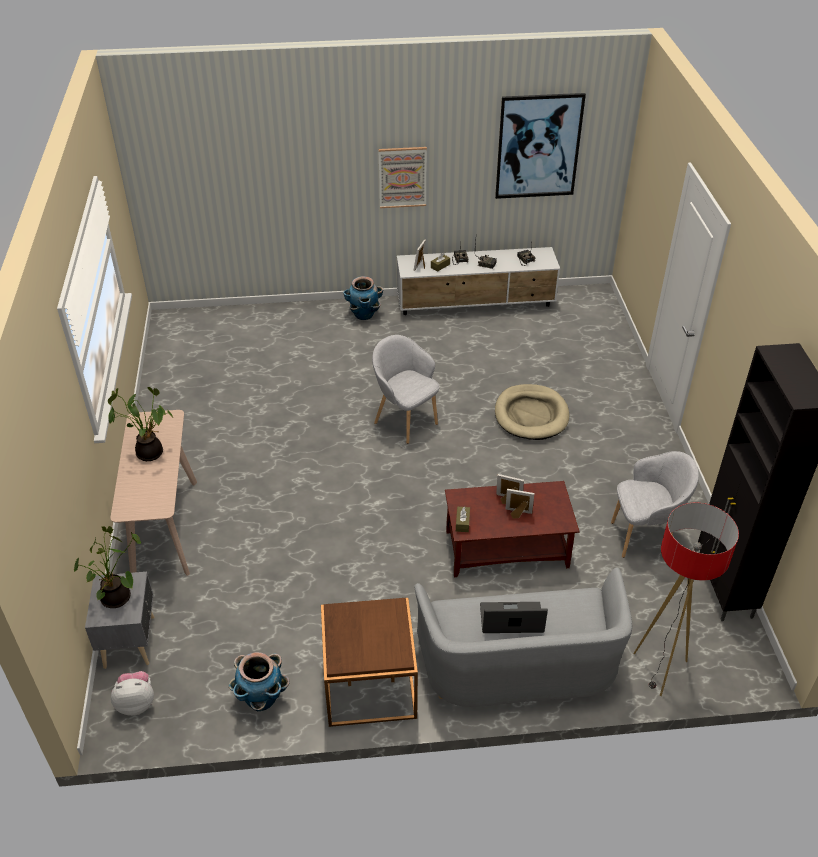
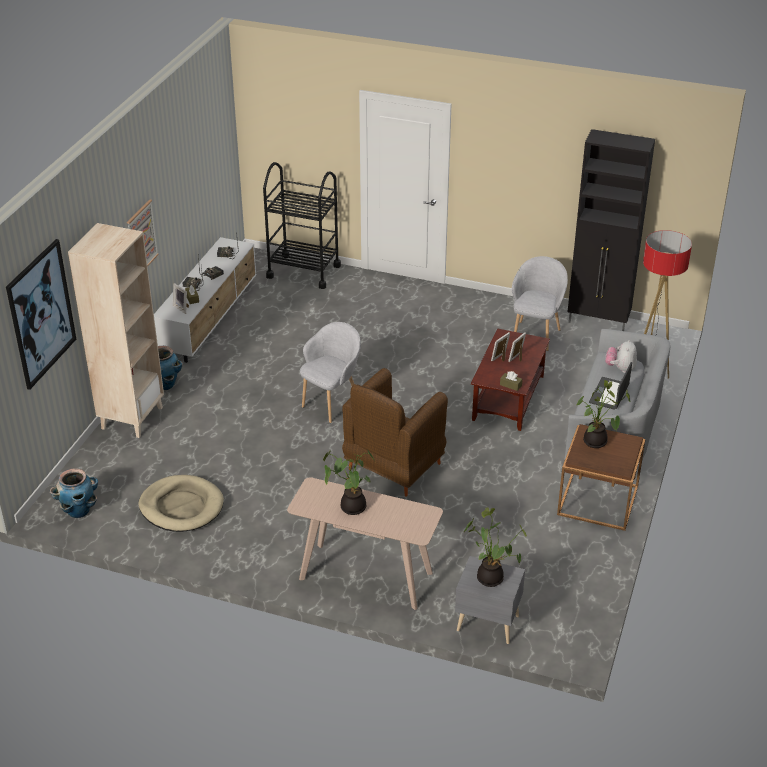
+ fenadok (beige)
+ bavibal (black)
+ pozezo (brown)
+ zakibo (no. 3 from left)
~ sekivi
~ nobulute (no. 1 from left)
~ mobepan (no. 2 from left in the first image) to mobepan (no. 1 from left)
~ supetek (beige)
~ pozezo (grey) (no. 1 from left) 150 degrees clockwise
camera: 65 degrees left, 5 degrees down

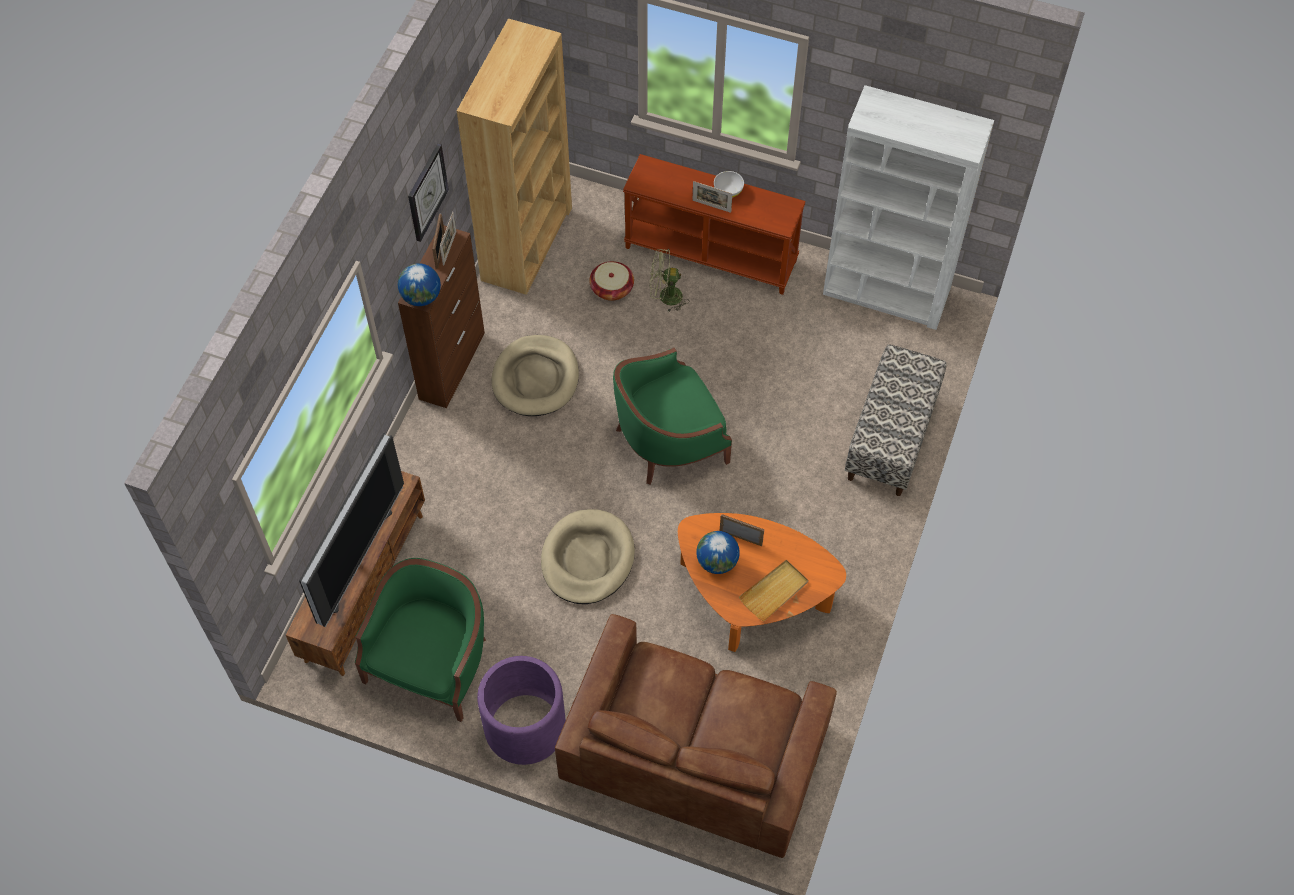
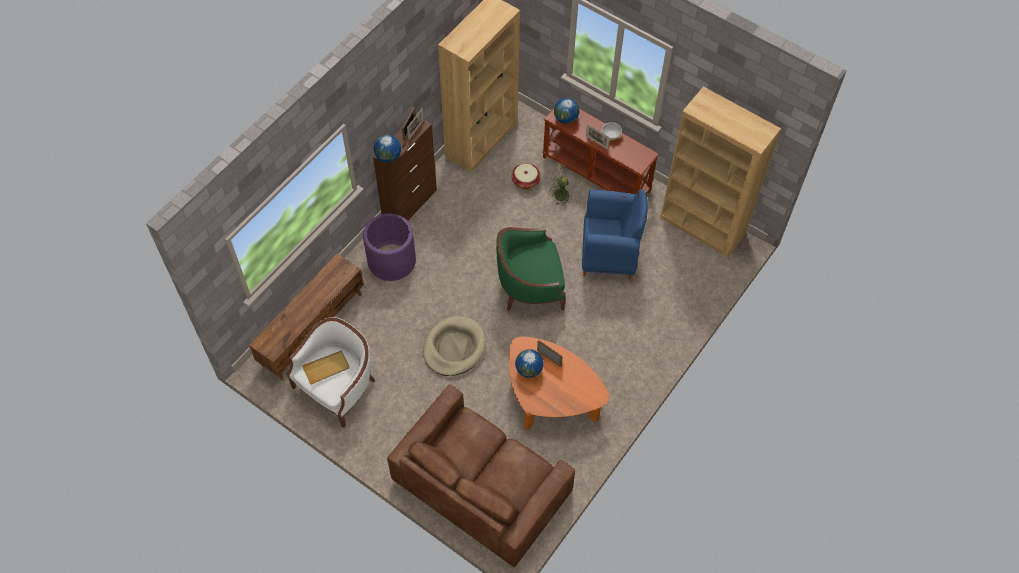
- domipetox
- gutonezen
- supetek (beige) (no. 1 from left)
- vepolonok
+ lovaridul (no. 3 from left)
+ pozezo (blue)
~ nobulute (purple)
~ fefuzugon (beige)
~ pozezo (green) (no. 1 from left) to pozezo (white)
~ fenadok (white) to fenadok (brown) (no. 2 from left)
camera: 15 degrees right, 0 degrees up

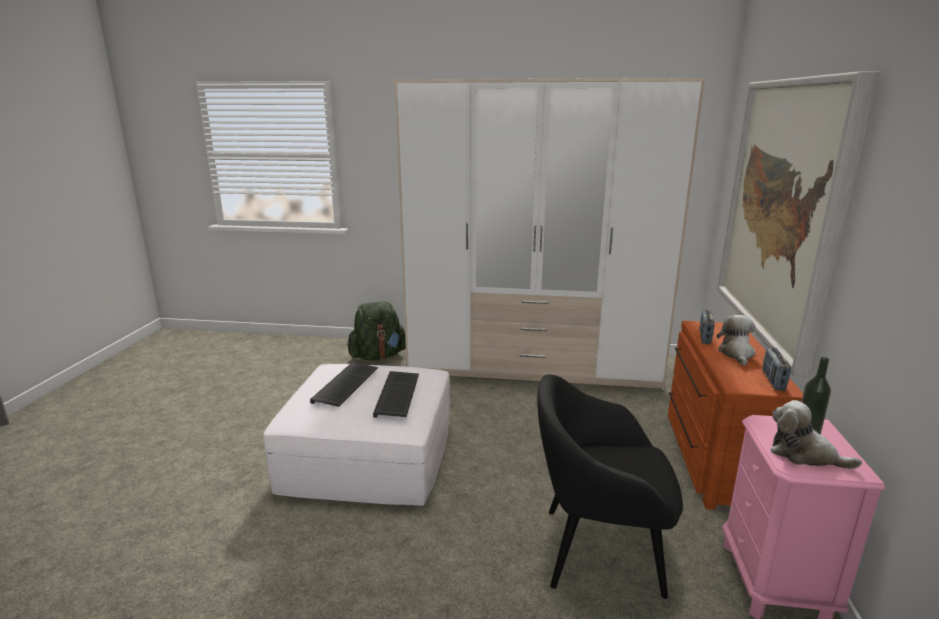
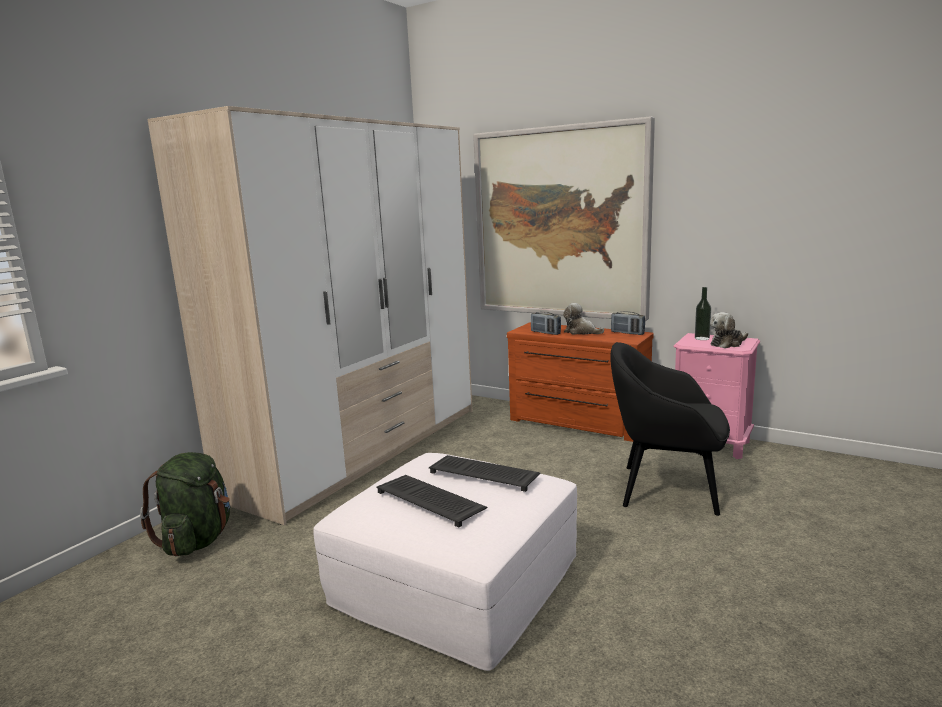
~ pozezo (black) 75 degrees clockwise
camera: 65 degrees left, 5 degrees down

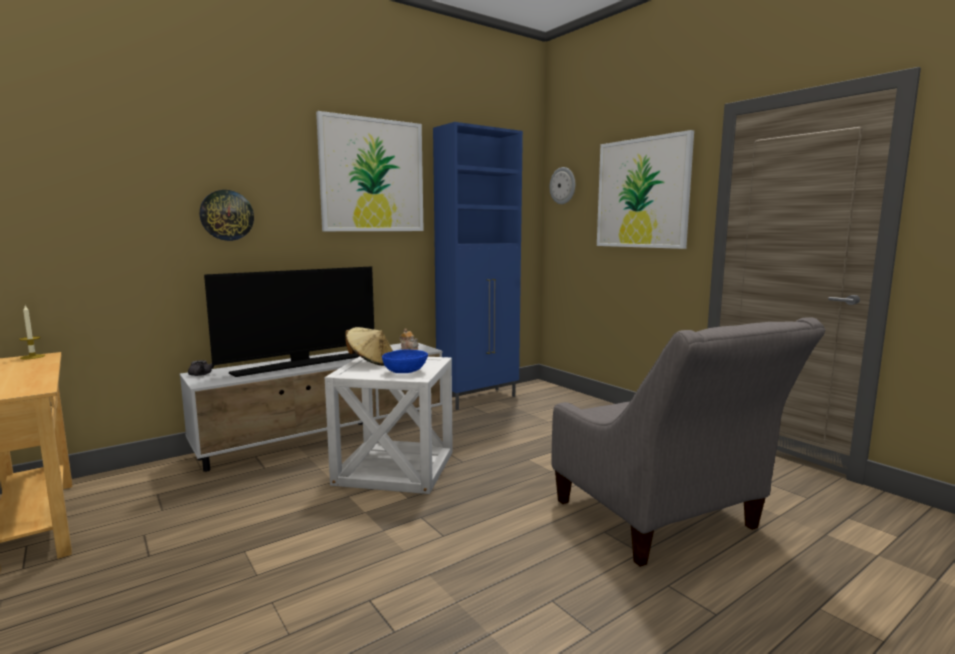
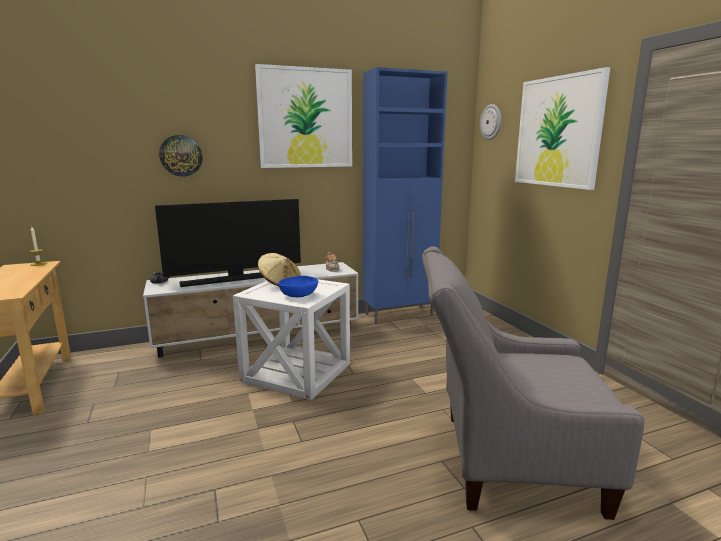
~ pozezo (grey) 105 degrees clockwise
camera: 15 degrees right, 5 degrees up

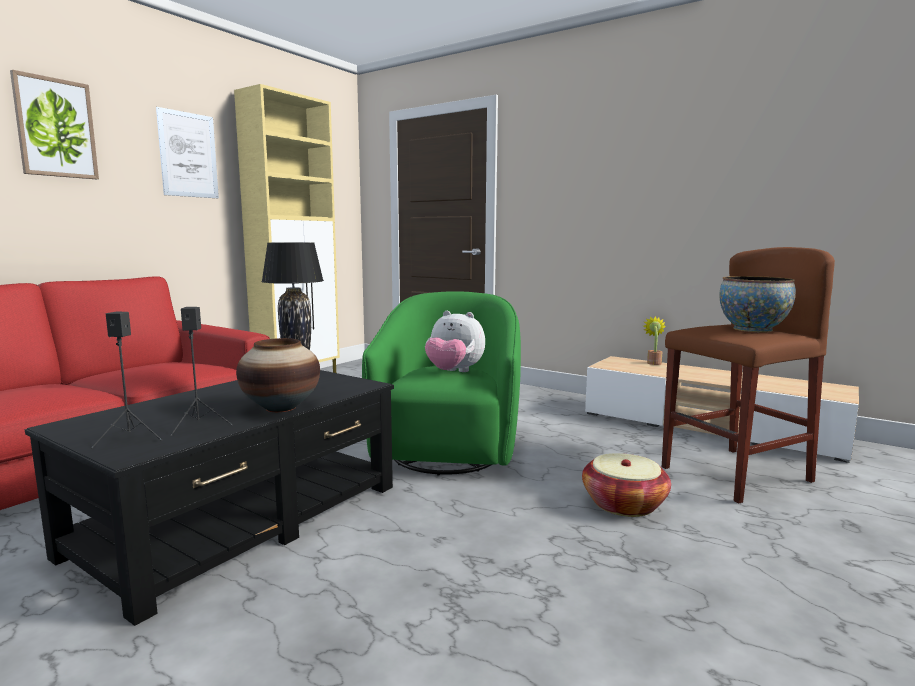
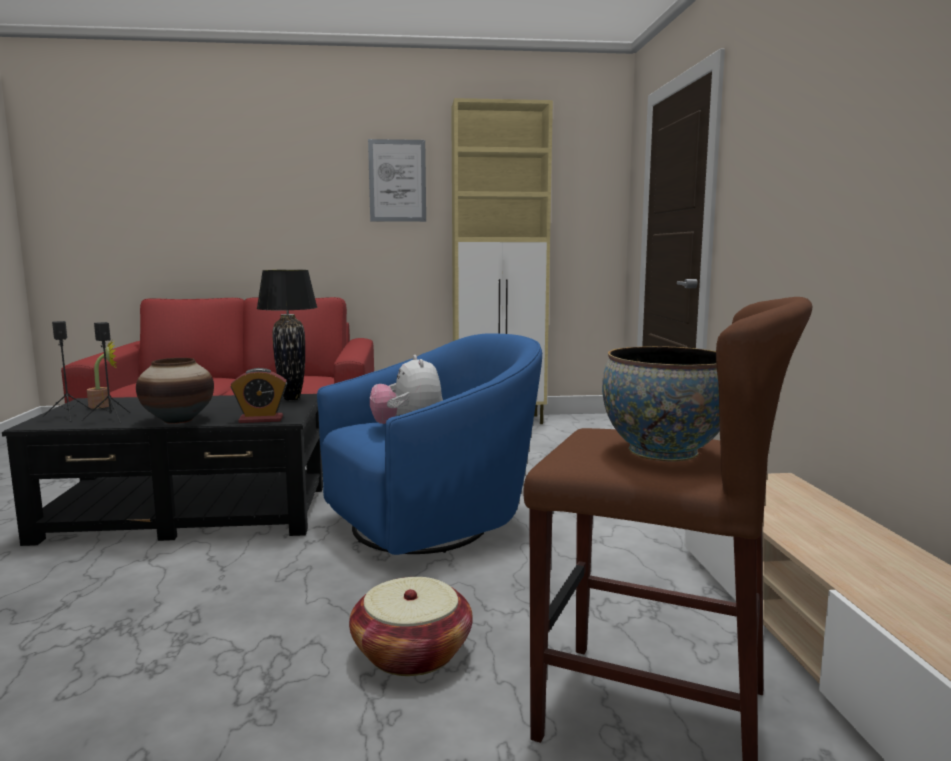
- mobepan (no. 1 from left)
+ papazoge
~ zakibo
~ pozezo (green) to pozezo (blue)
camera: 50 degrees right, 0 degrees up

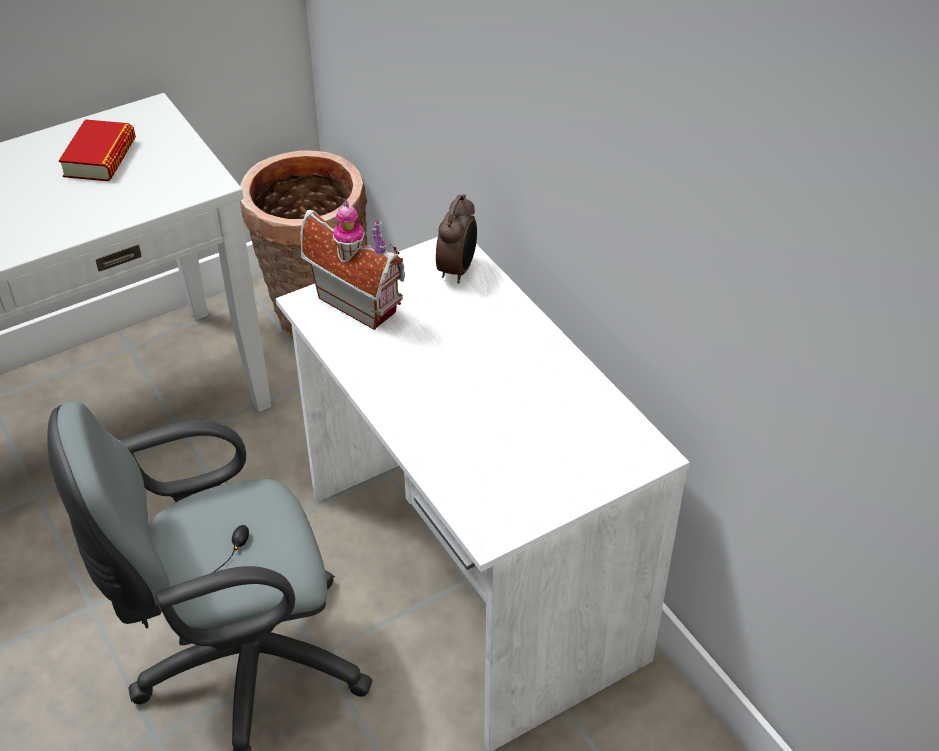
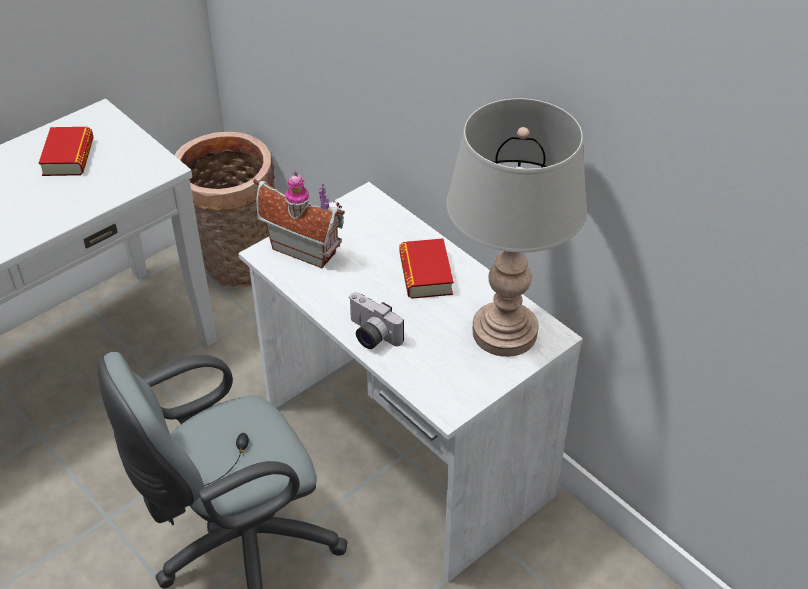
- papazoge
+ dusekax
+ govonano (no. 2 from left)
+ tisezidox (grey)
camera: 10 degrees left, 0 degrees up

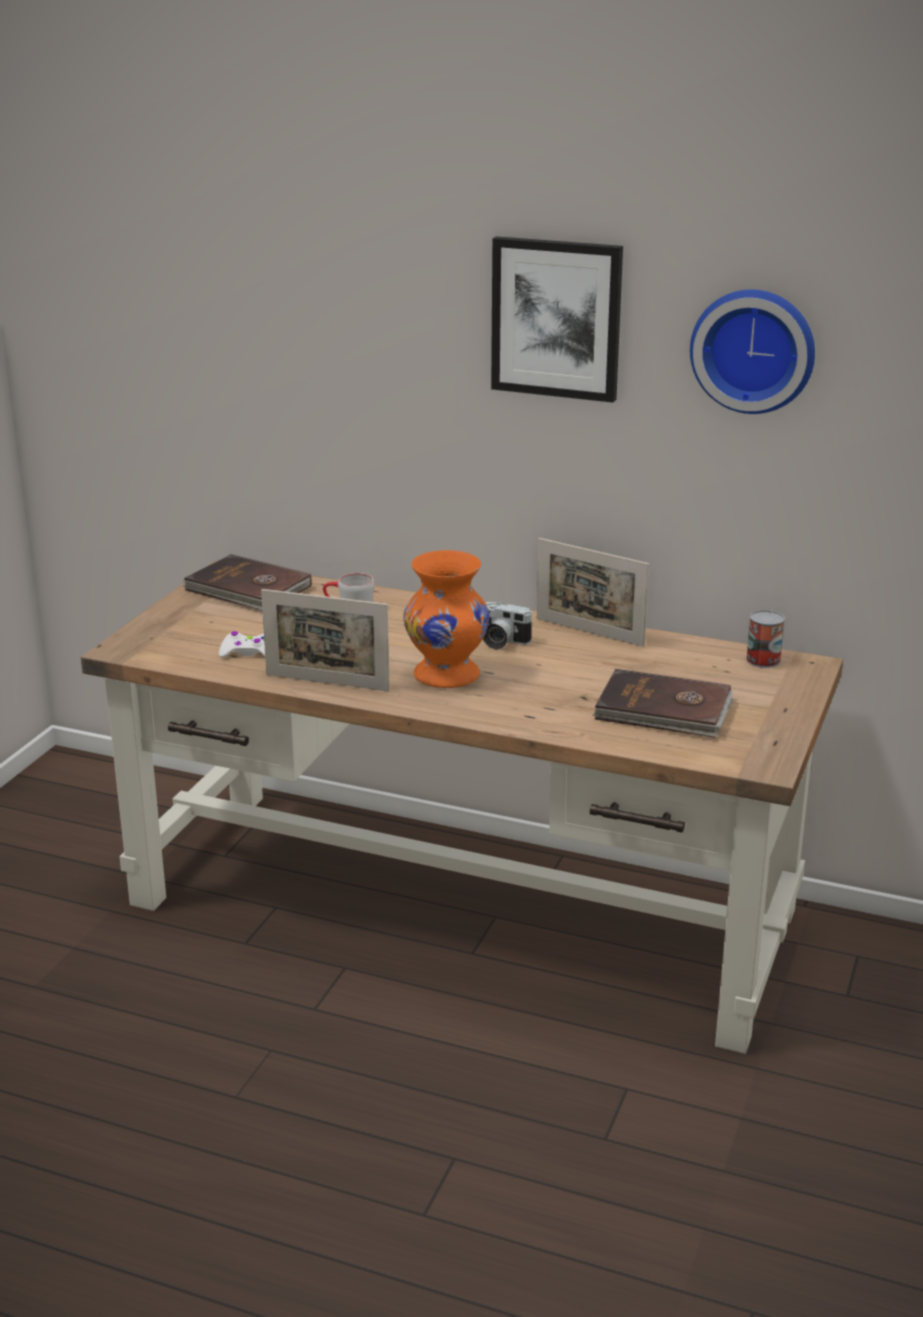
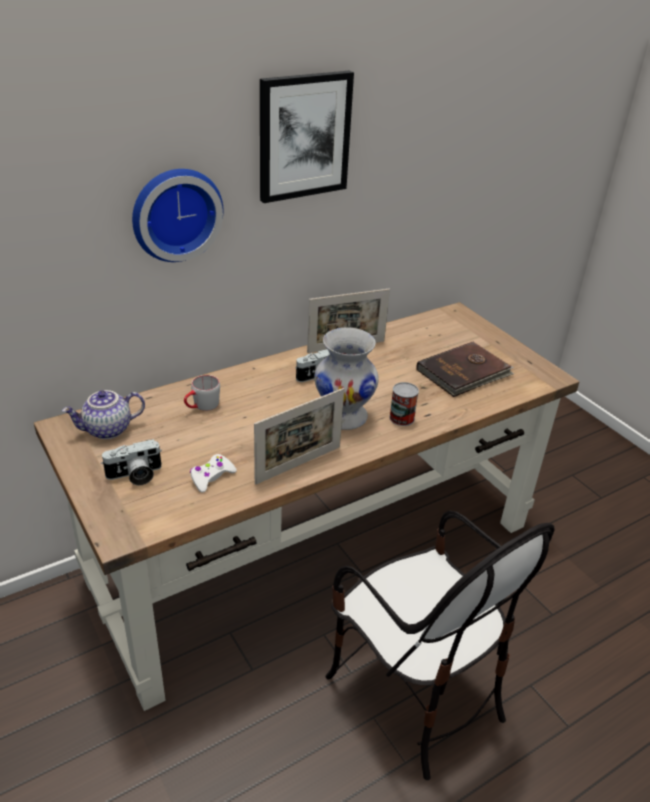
+ dusekax (no. 1 from left)
+ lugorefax
~ gutonezen
~ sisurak
~ govonano (brown) (no. 1 from left) to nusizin
~ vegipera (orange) to vegipera (white)
camera: 55 degrees left, 10 degrees up

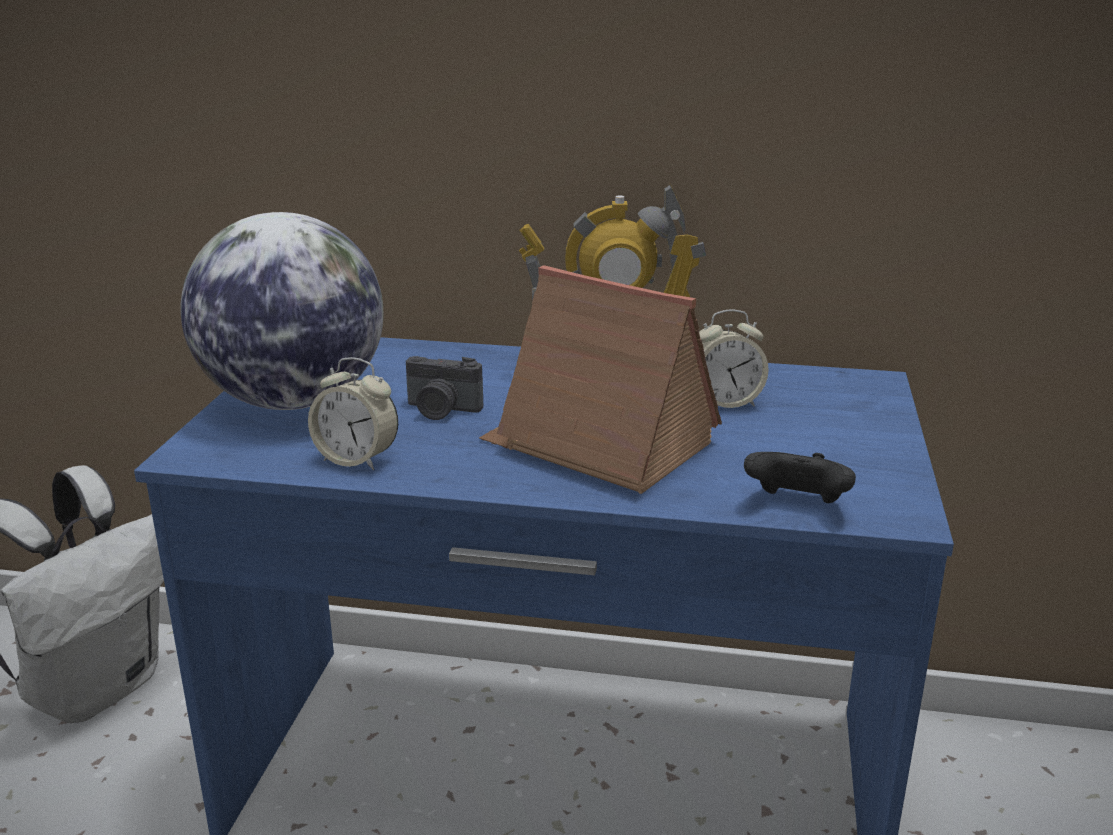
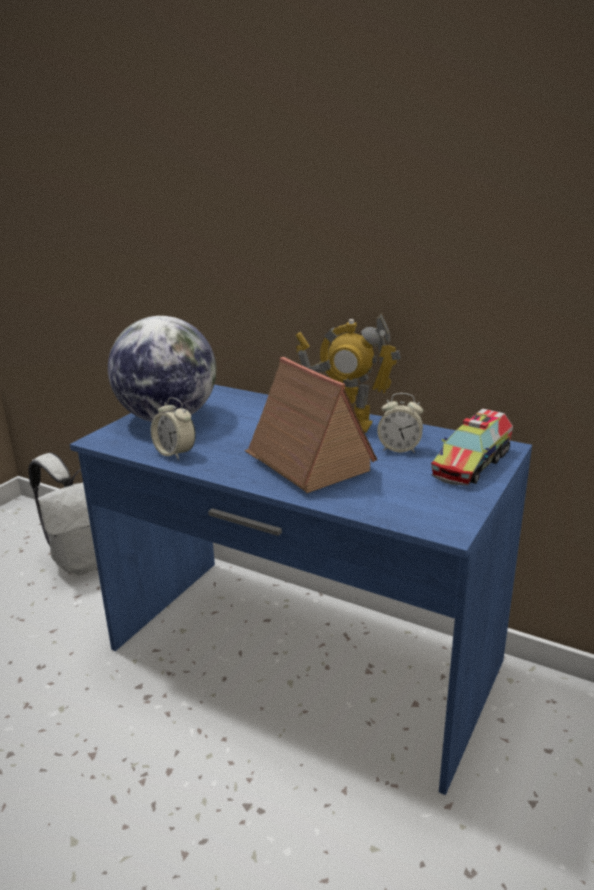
- dusekax
- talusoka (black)
+ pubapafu
camera: 20 degrees right, 0 degrees up

